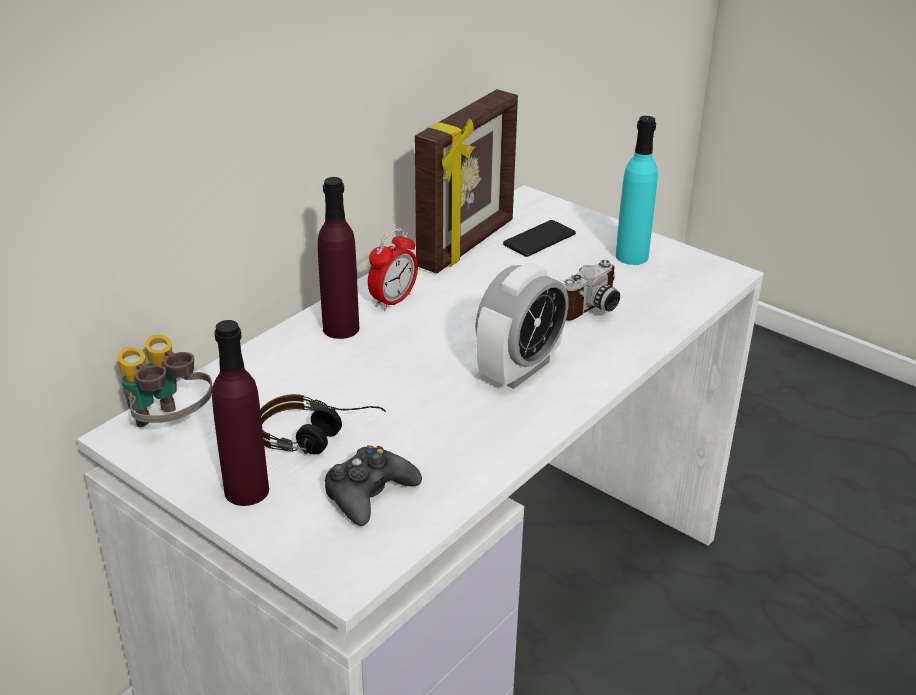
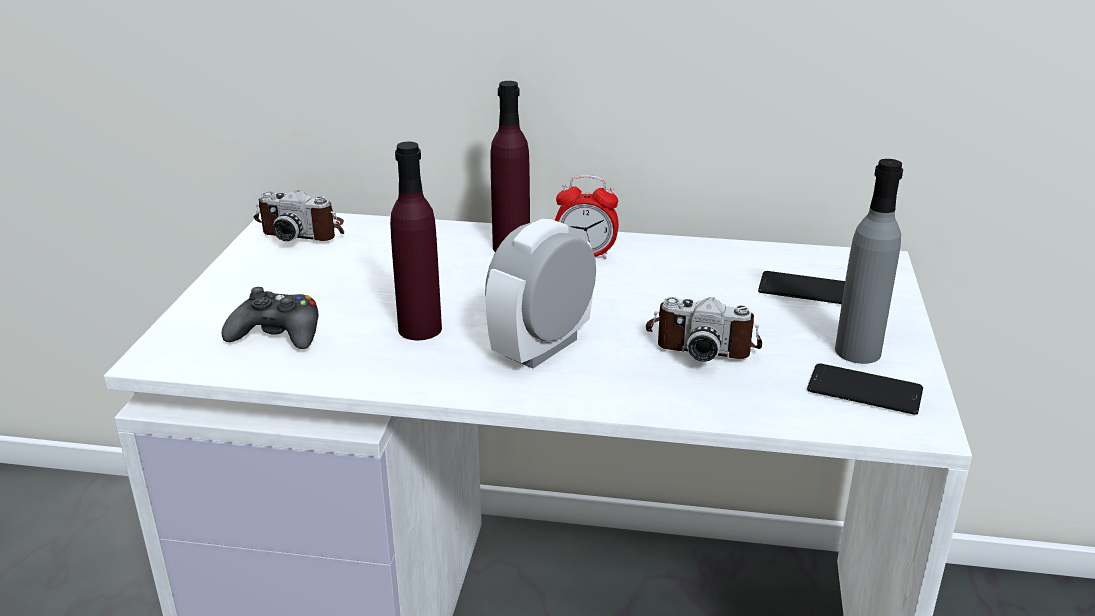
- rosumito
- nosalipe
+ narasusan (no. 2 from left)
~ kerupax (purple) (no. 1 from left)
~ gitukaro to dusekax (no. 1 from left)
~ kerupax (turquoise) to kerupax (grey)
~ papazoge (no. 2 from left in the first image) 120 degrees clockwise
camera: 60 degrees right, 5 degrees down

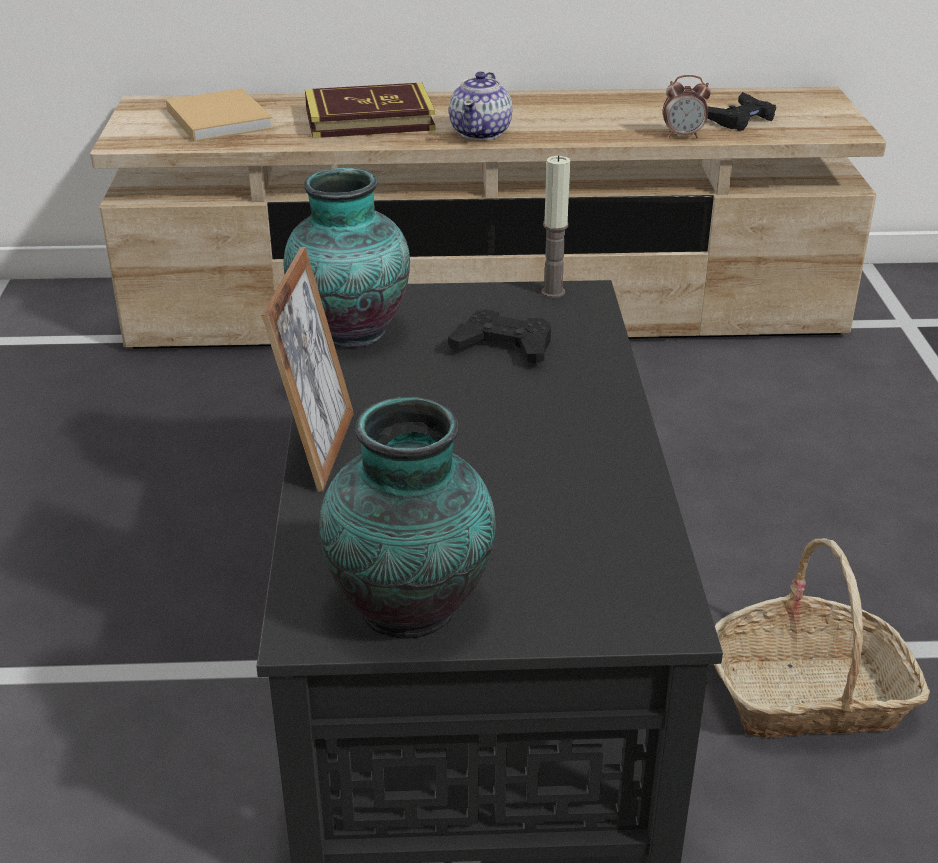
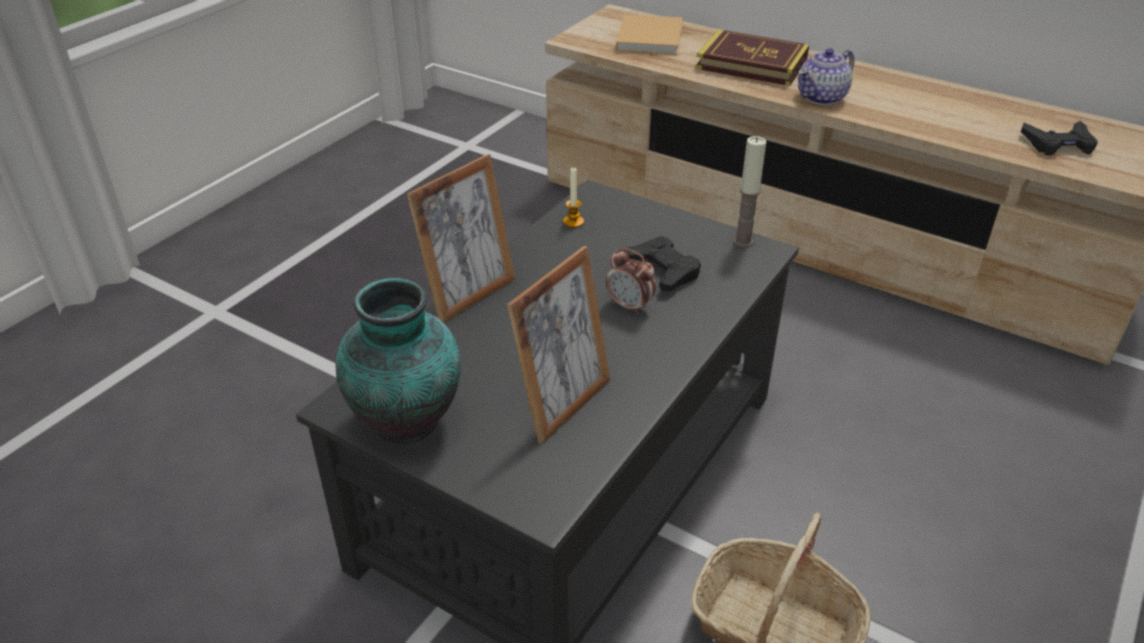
+ nosalipe (no. 2 from left)
~ papazoge
~ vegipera (no. 1 from left) to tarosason (no. 1 from left)
camera: 35 degrees right, 5 degrees up

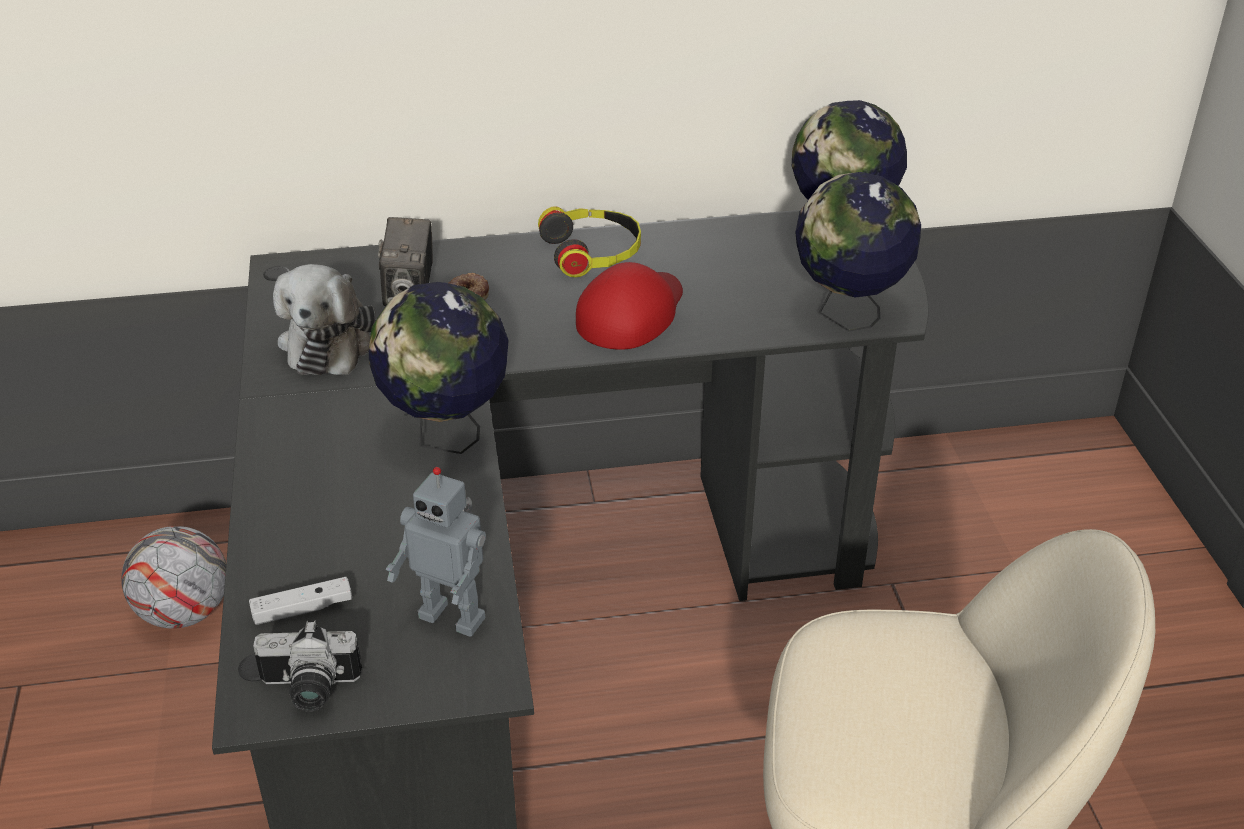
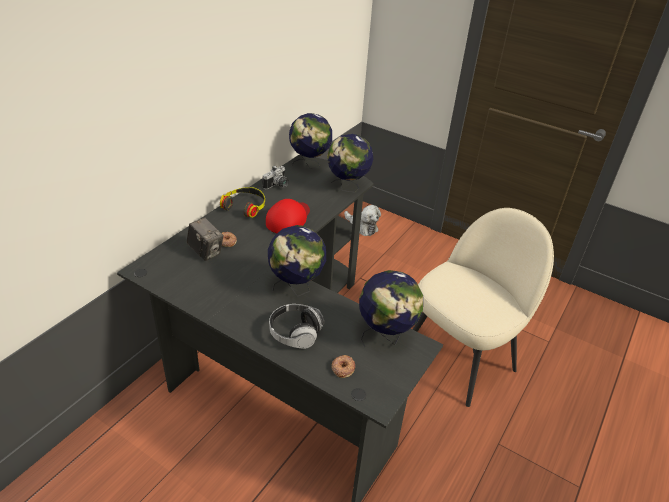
- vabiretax
+ rosumito (no. 2 from left)
~ dusekax (no. 1 from left in the first image) to dusekax (no. 2 from left)
~ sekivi
~ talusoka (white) to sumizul (no. 2 from left)
~ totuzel to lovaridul (no. 4 from left)
~ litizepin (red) 45 degrees clockwise
camera: 50 degrees left, 0 degrees up

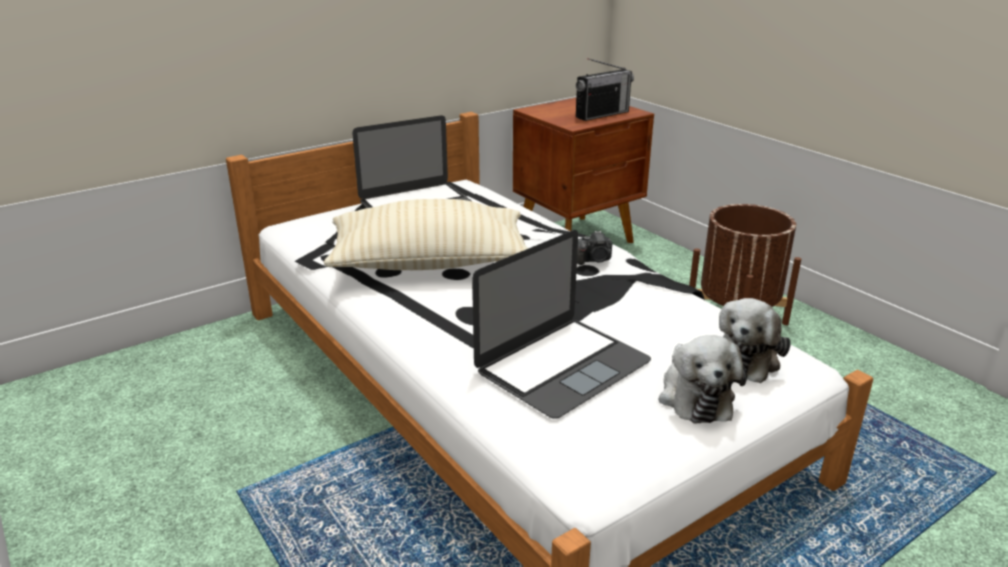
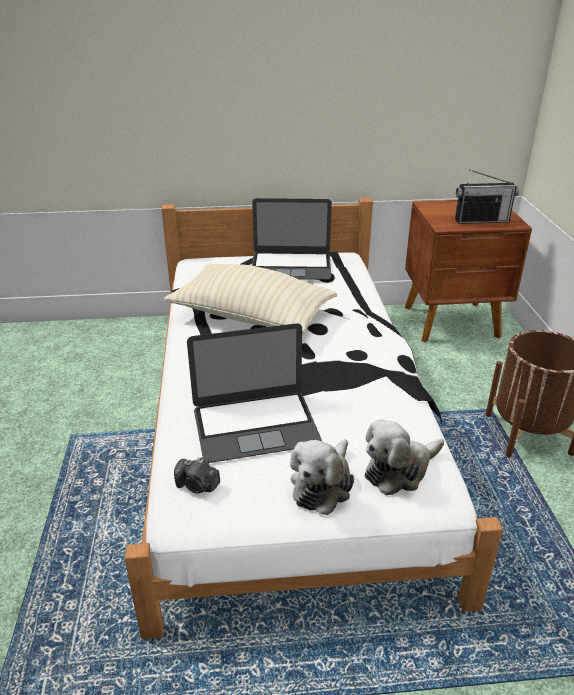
~ dusekax
camera: 30 degrees right, 5 degrees up

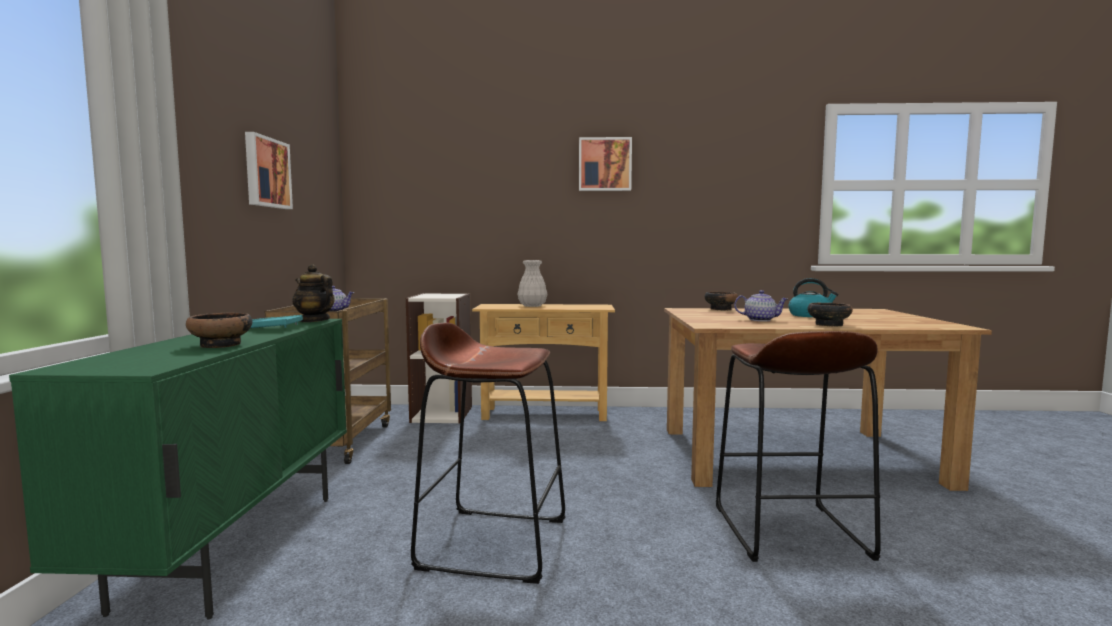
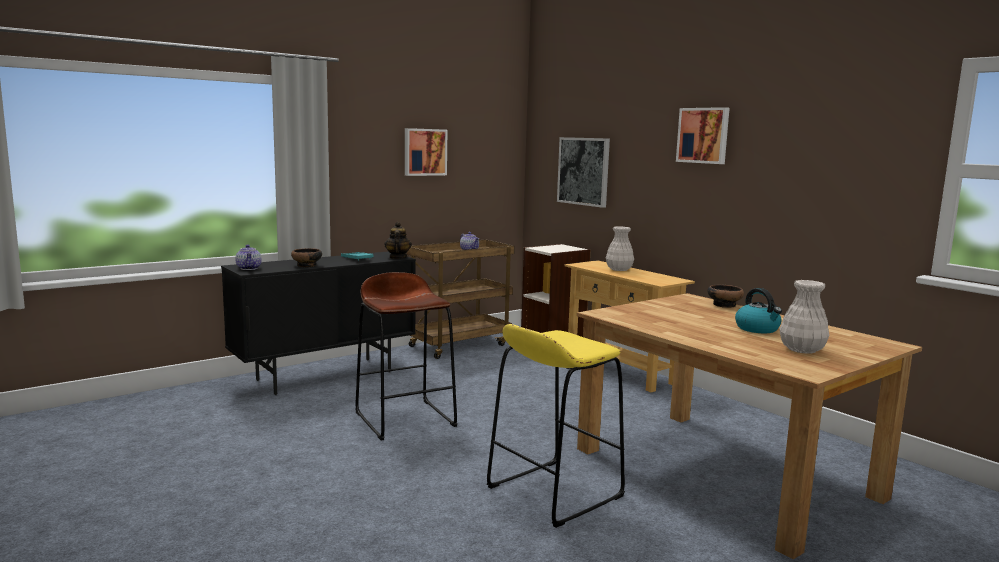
- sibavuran (no. 3 from left)
+ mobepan (no. 2 from left)
+ vegipera (white) (no. 2 from left)
~ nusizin (no. 3 from left in the first image) to nusizin (no. 1 from left)
~ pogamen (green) to pogamen (black)
~ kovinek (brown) (no. 2 from left) to kovinek (yellow)
camera: 50 degrees right, 5 degrees up

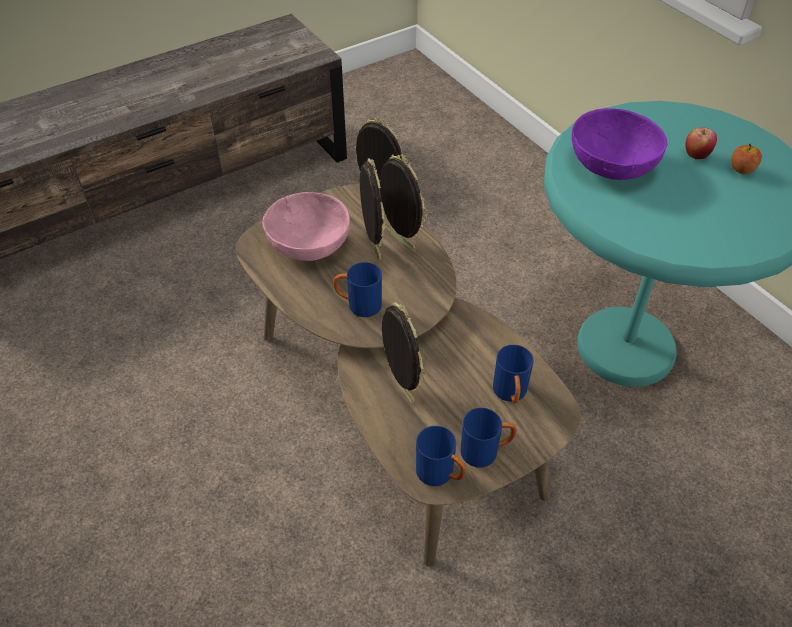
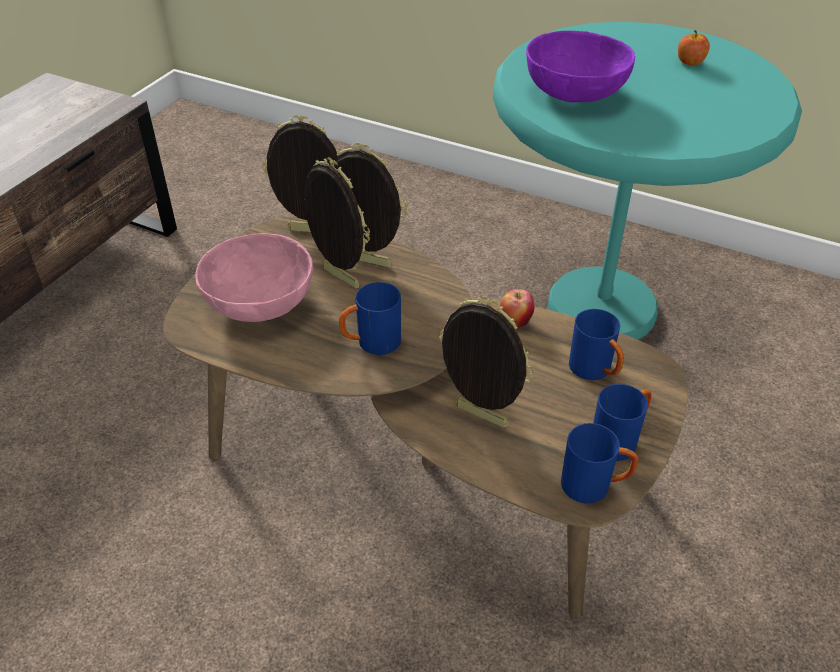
~ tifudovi (no. 1 from left)
camera: 30 degrees left, 5 degrees down

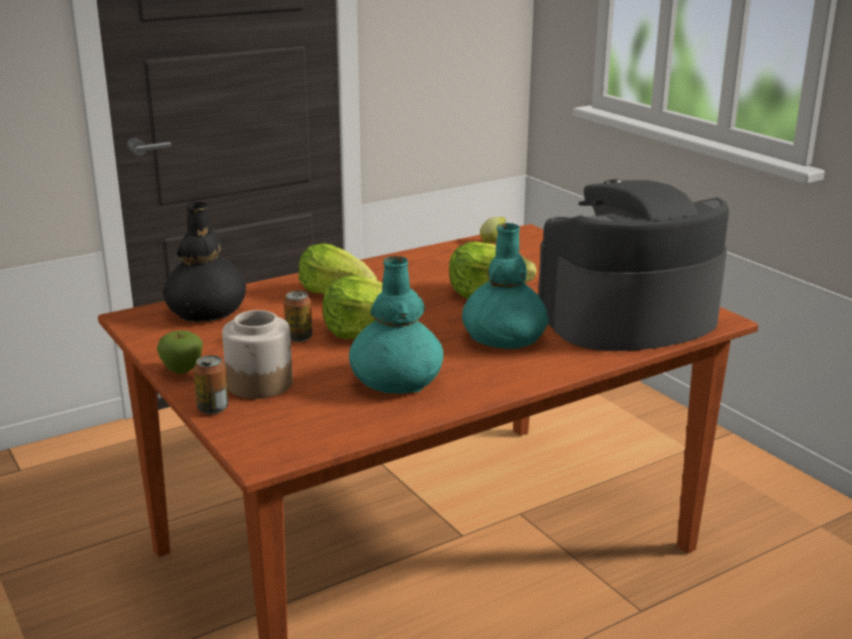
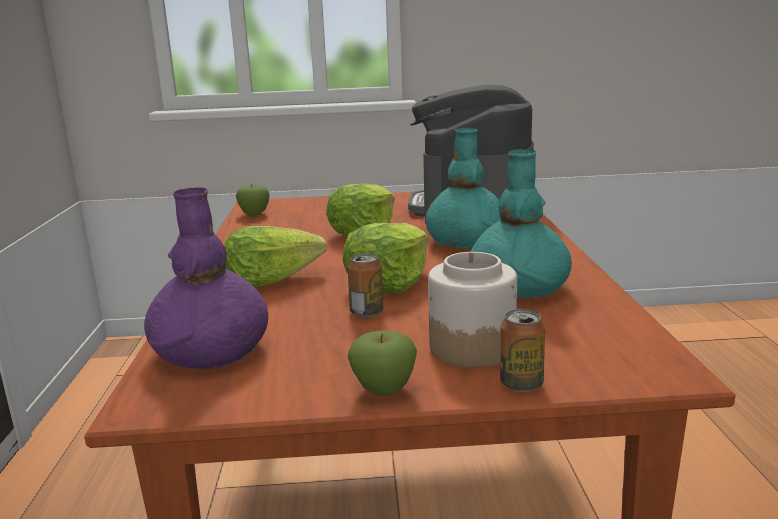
~ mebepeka to tifudovi (no. 1 from left)
~ vegipera (black) to vegipera (purple)
camera: 60 degrees left, 5 degrees down

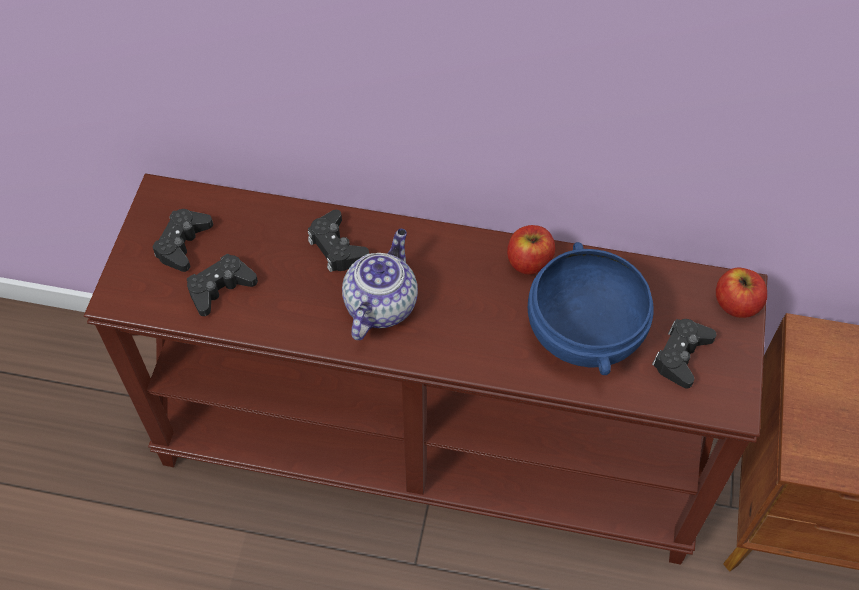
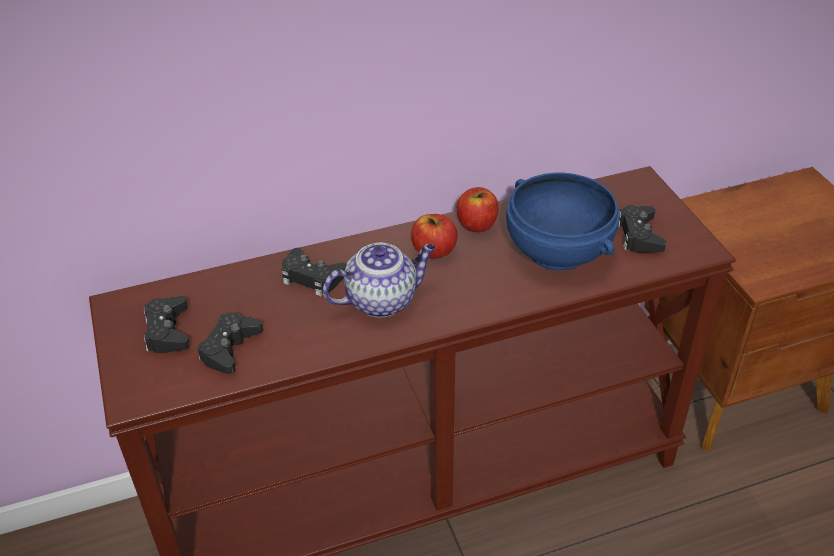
~ tifudovi (no. 2 from left in the first image) to tifudovi (no. 1 from left)
~ nusizin 75 degrees clockwise
camera: 30 degrees left, 15 degrees down

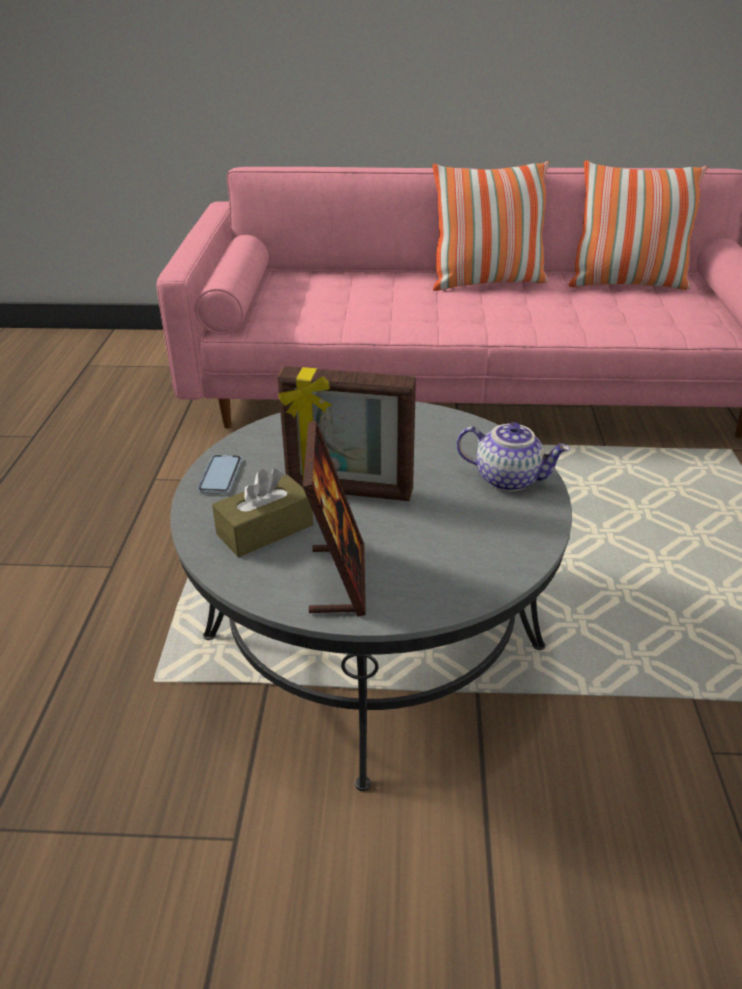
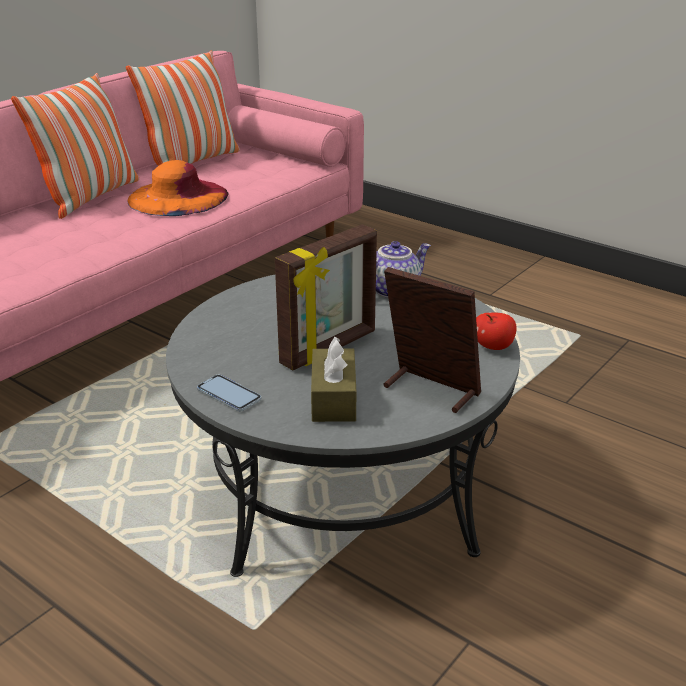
+ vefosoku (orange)
+ tifudovi
camera: 55 degrees left, 5 degrees down

